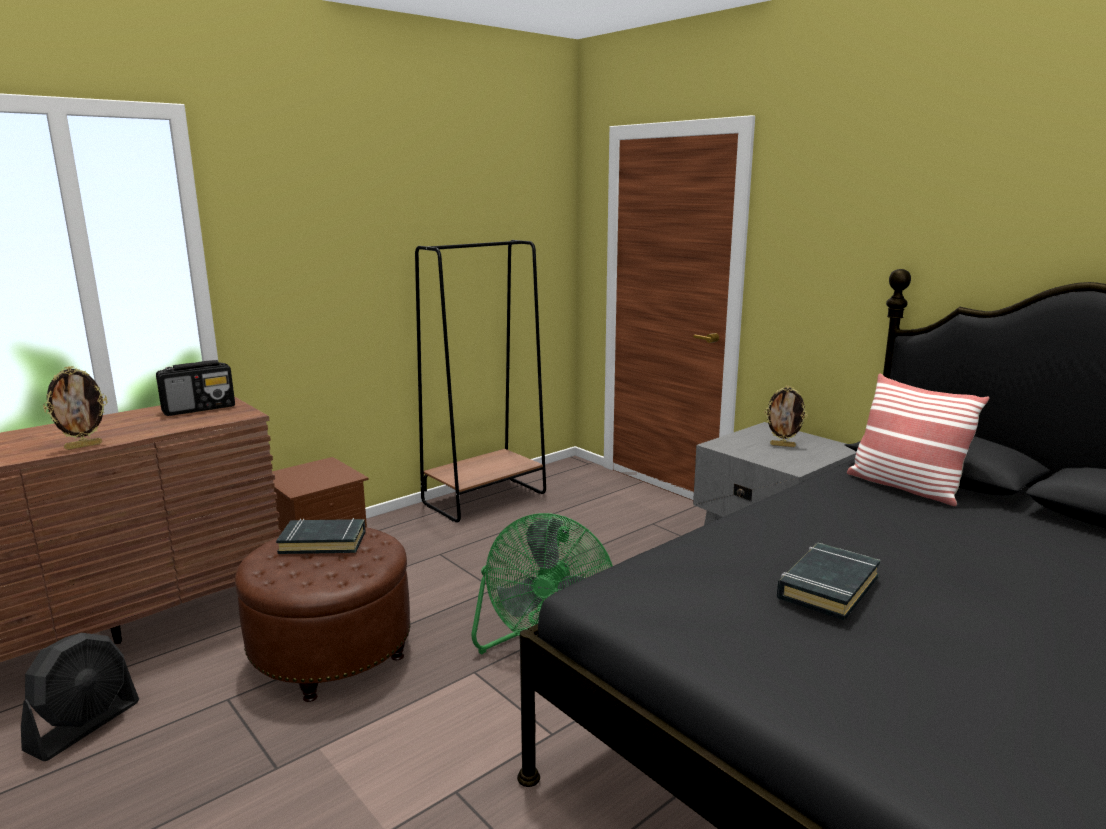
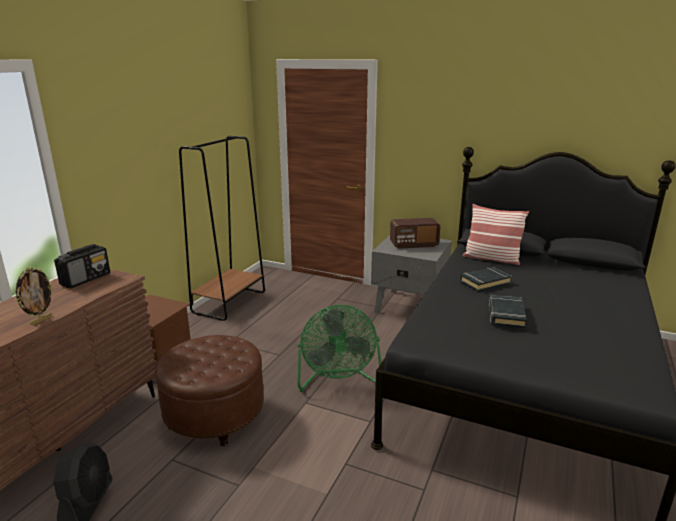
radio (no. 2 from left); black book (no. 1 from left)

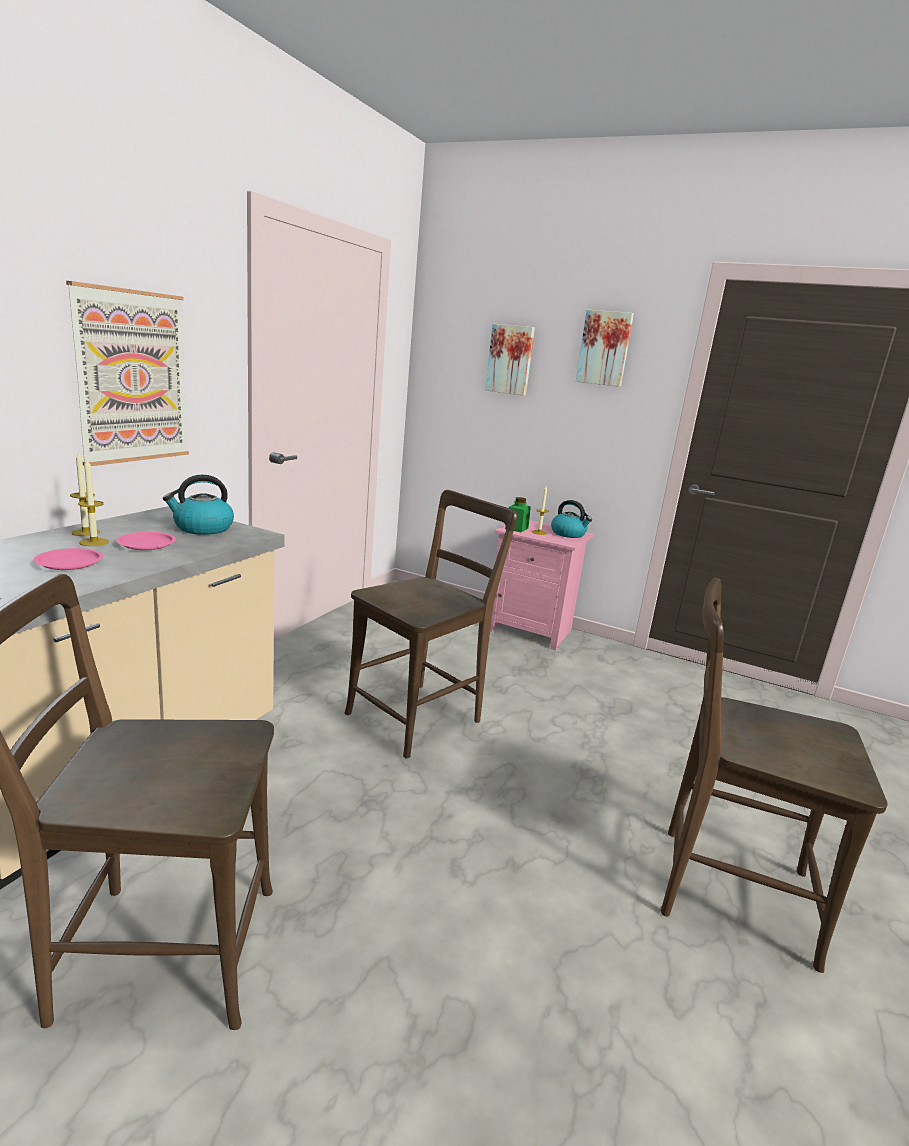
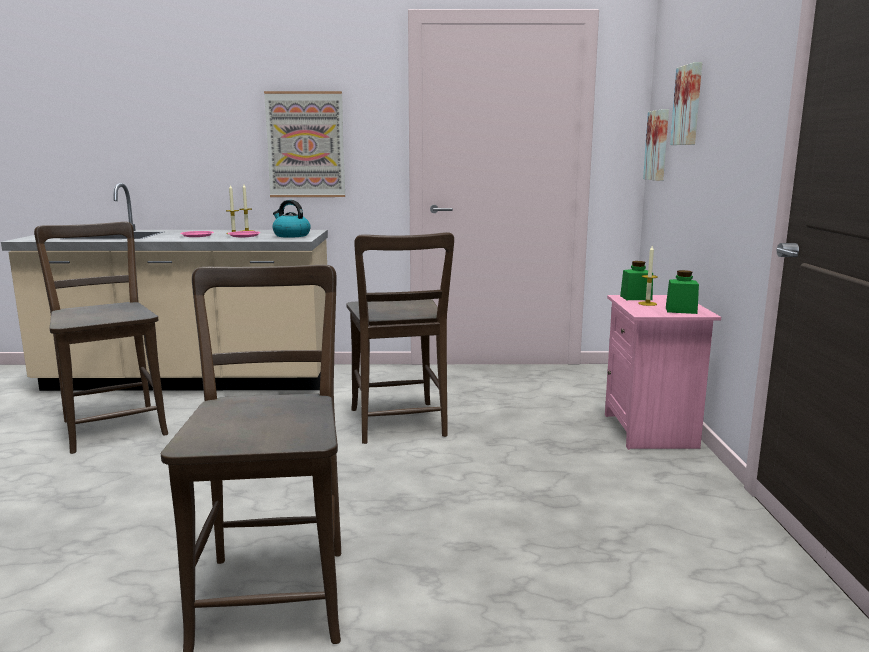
picture (no. 2 from left); brown chair (no. 3 from left); green jar (no. 2 from left)

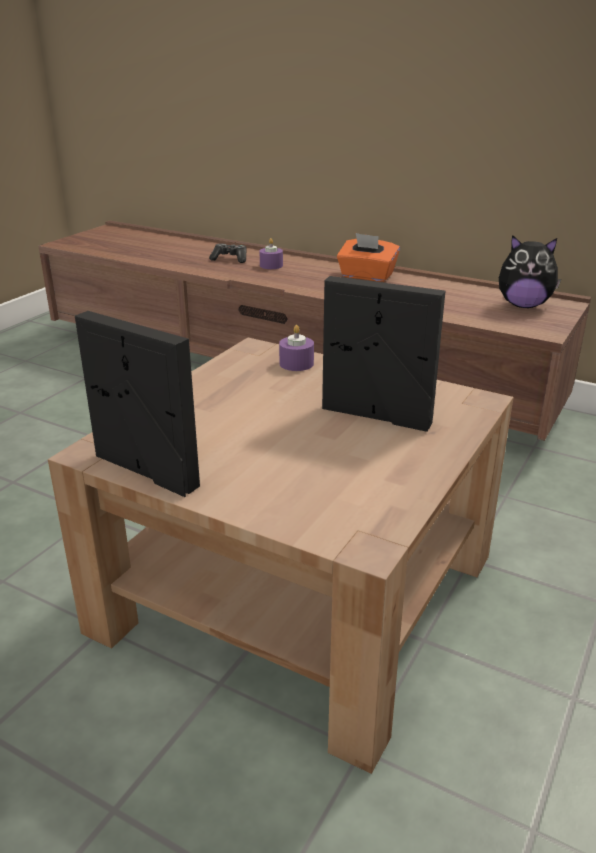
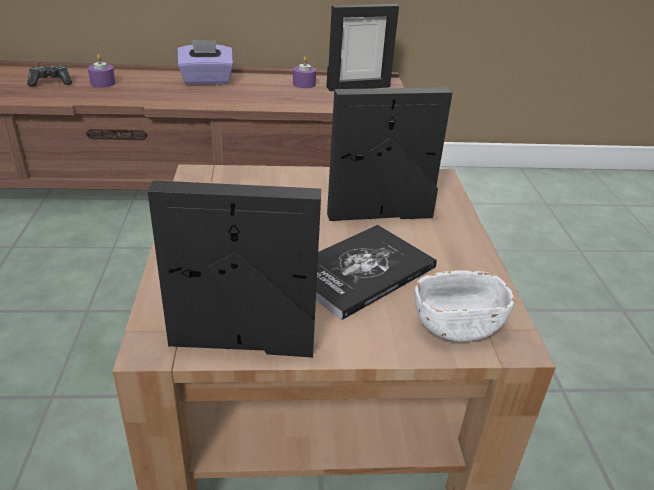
purple tissue box; picture frame (no. 2 from left); purple candle (no. 2 from left); book; white bowl

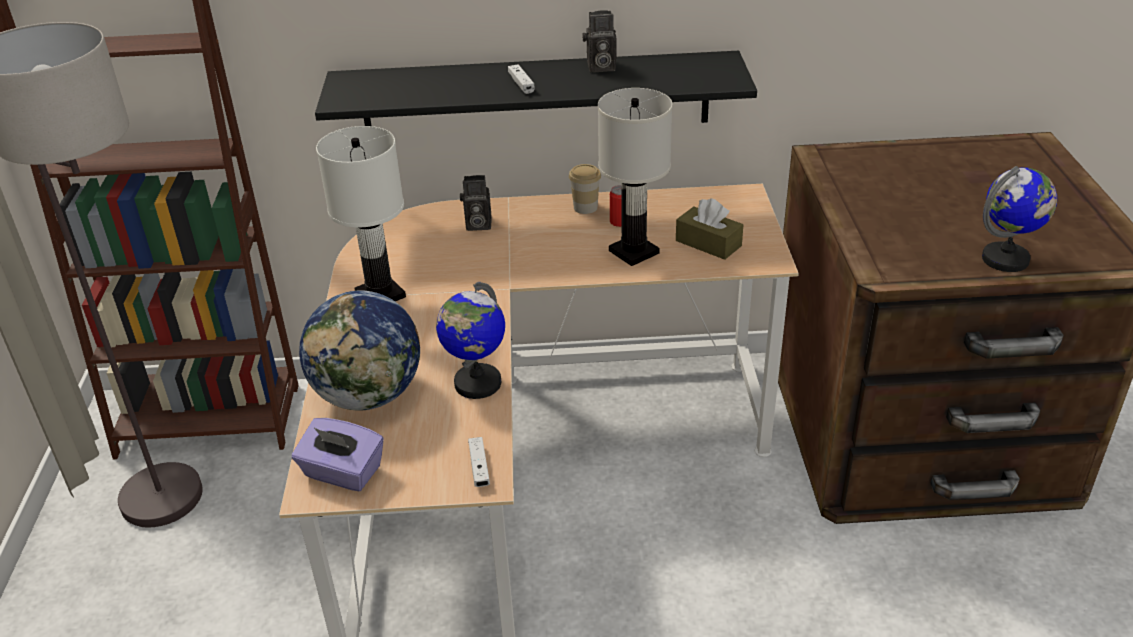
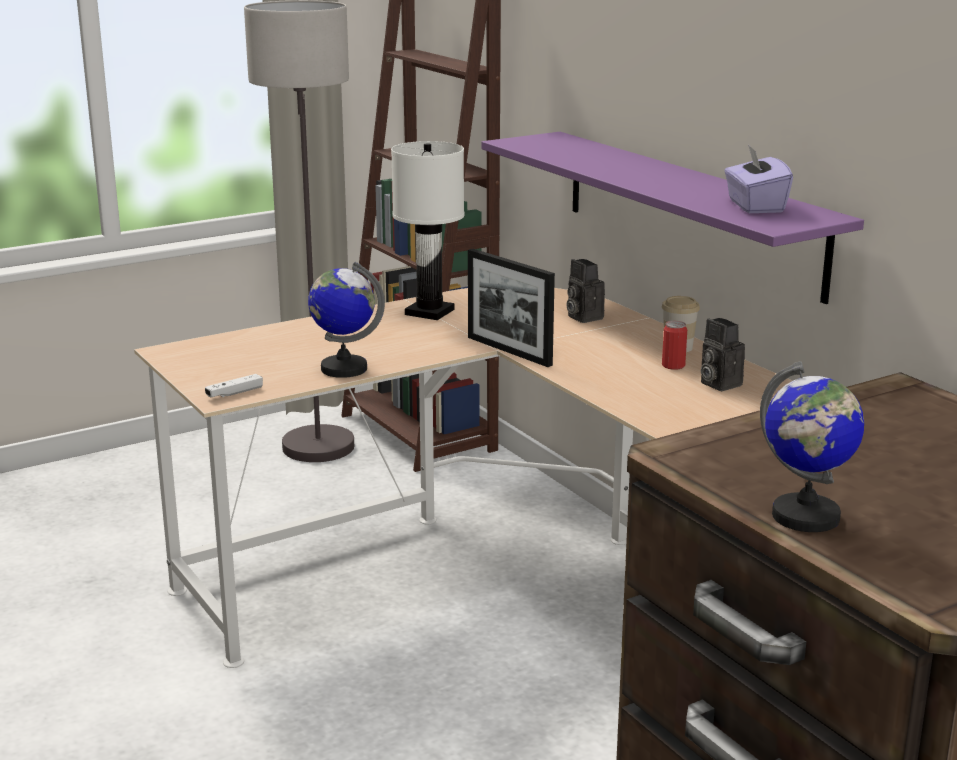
photo camera (no. 2 from left); purple shelf; white game controller (no. 2 from left in the first image); white table lamp (no. 2 from left in the first image); brown tissue box; globe (no. 1 from left in the first image); purple tissue box; picture frame

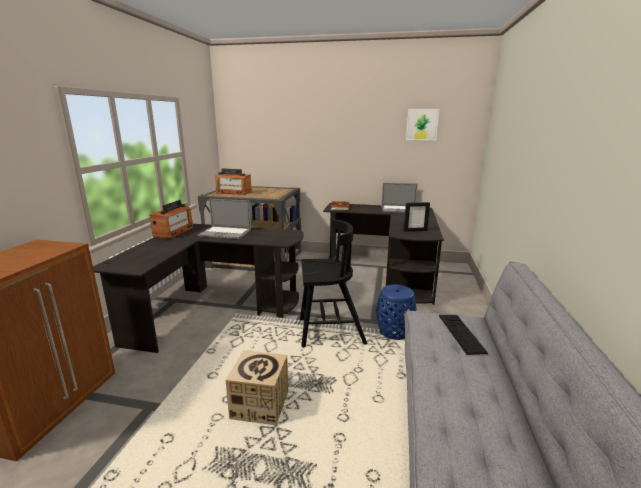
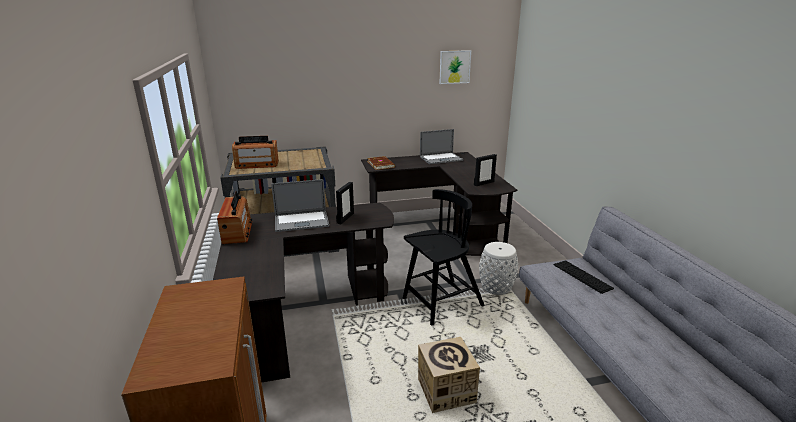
white stool; picture frame (no. 1 from left)

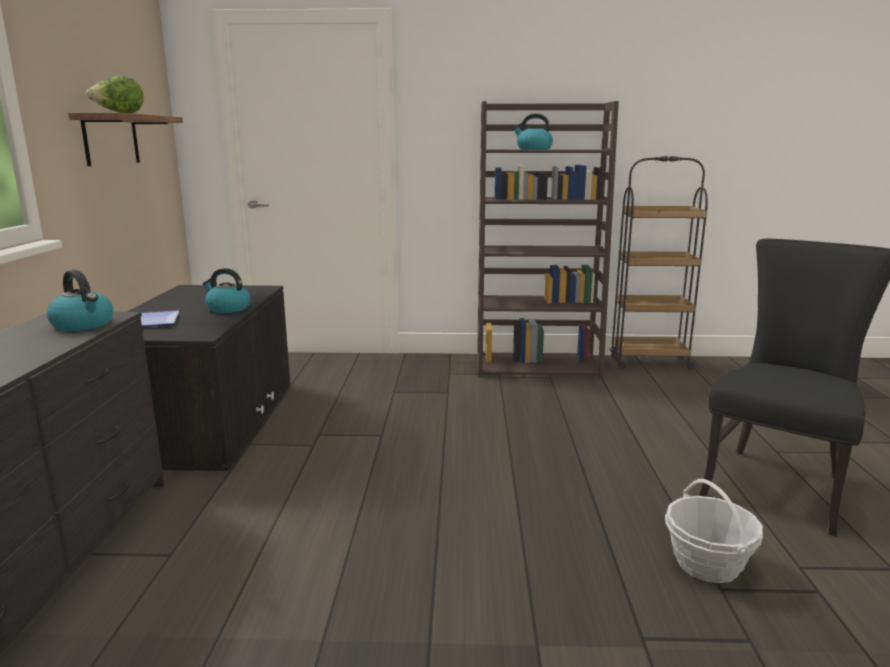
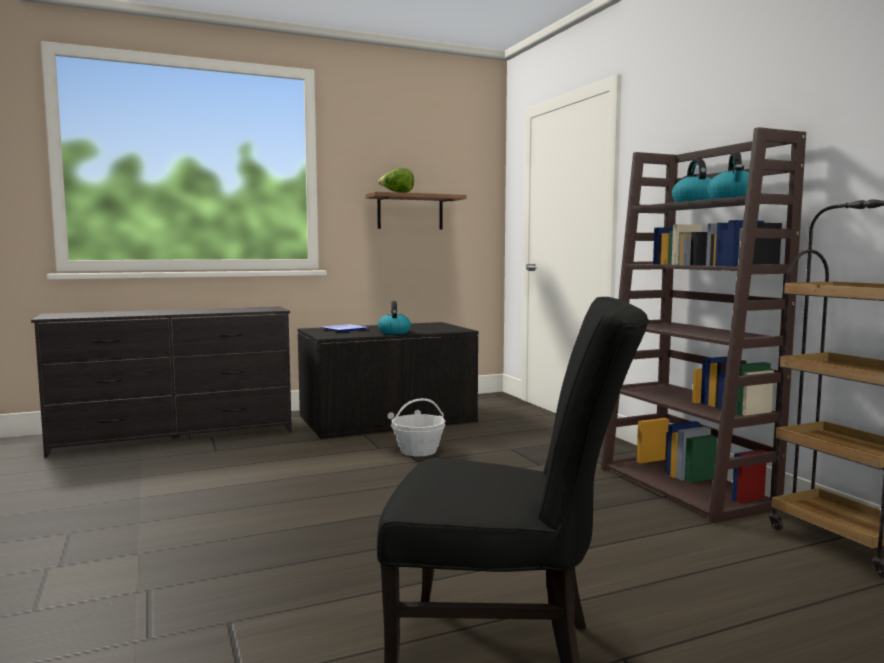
kettle (no. 3 from left); basket

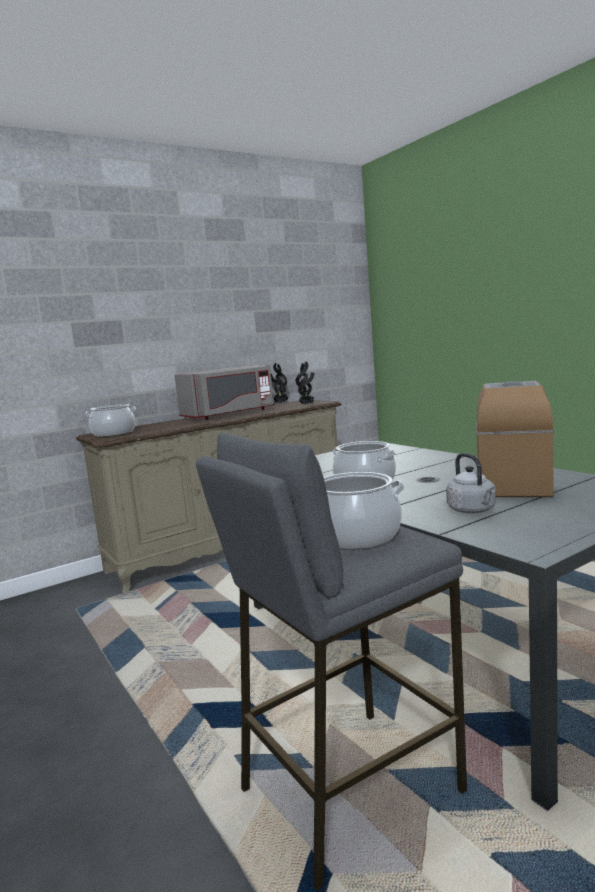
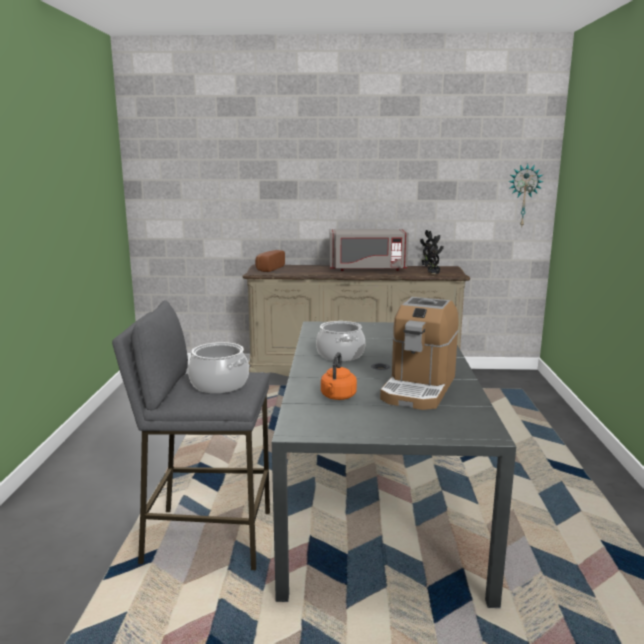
coffee machine; bread; orange kettle; wall clock

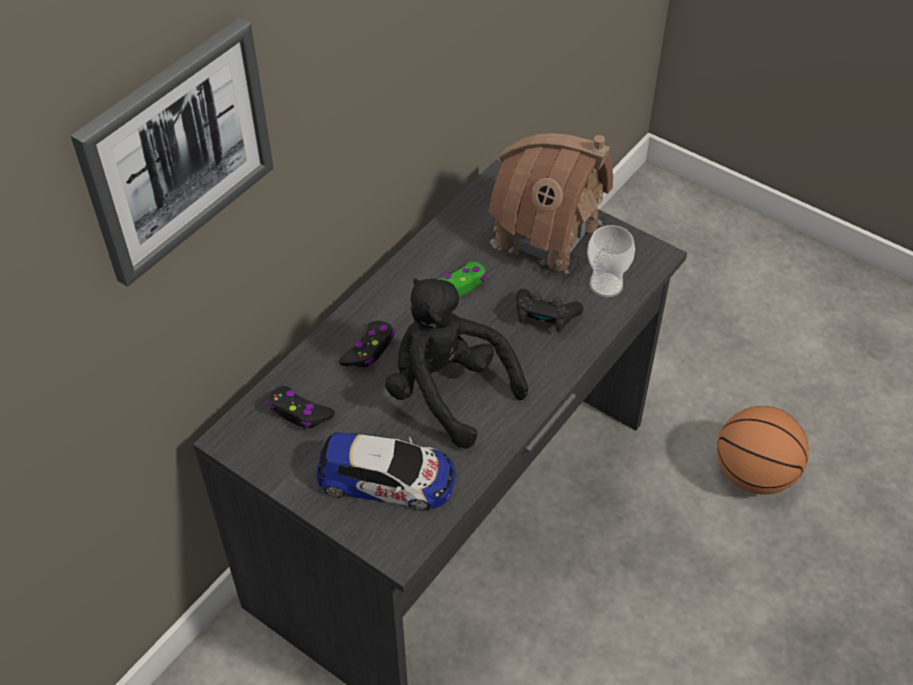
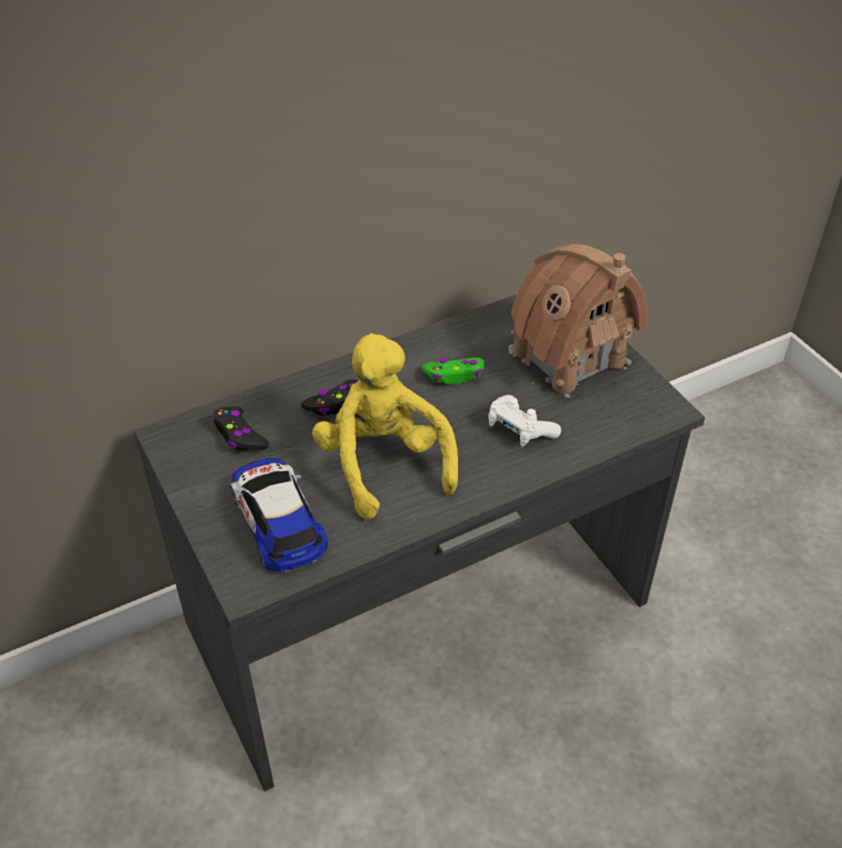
picture; cup; yellow plush toy; white game controller; basketball; toy car

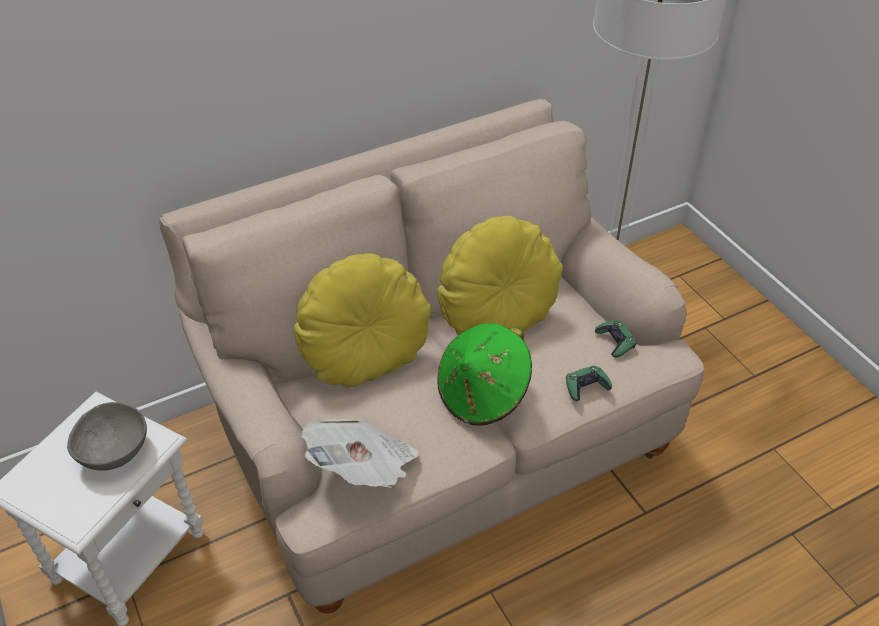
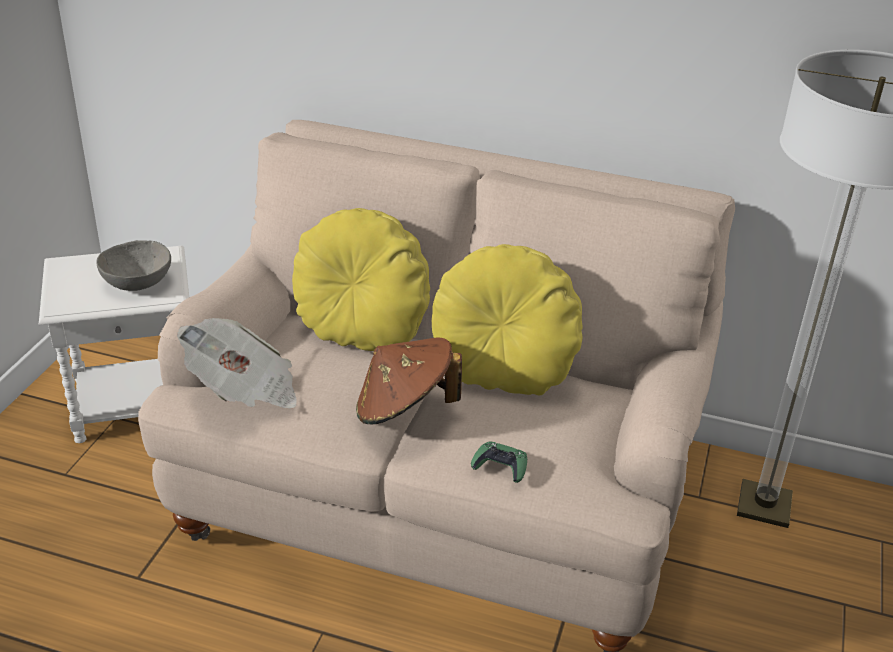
green game controller (no. 2 from left in the first image); brown hat

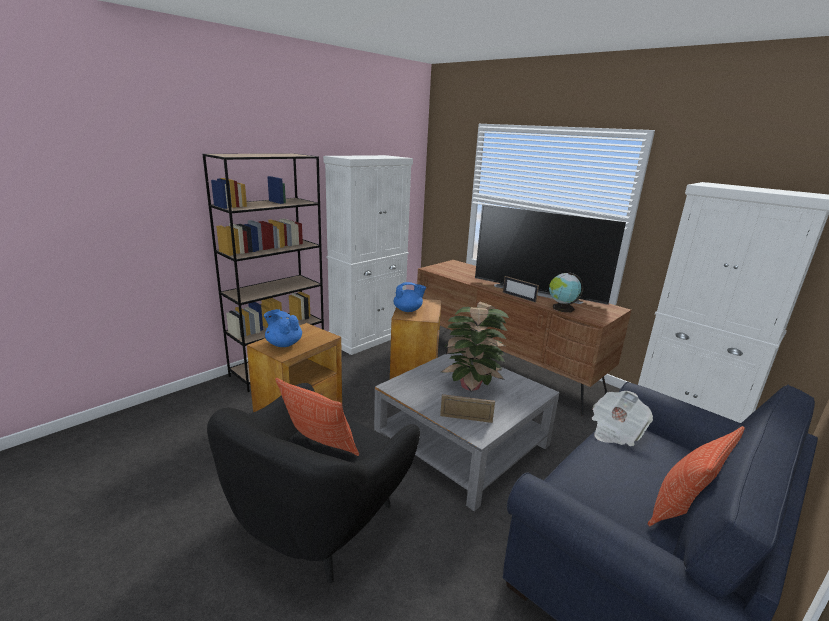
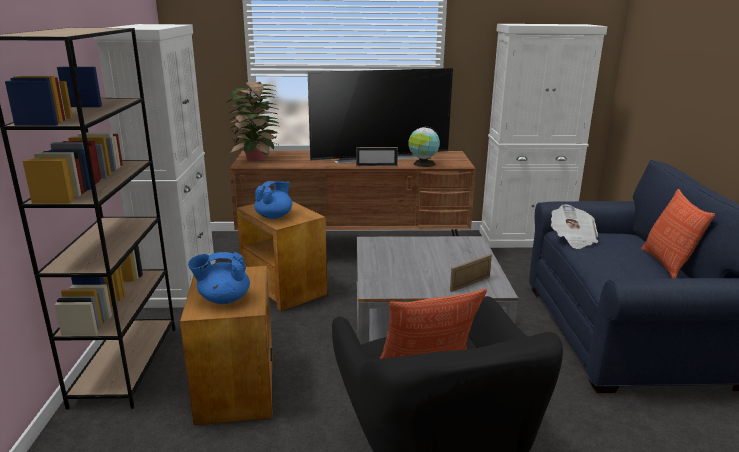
potted plant

